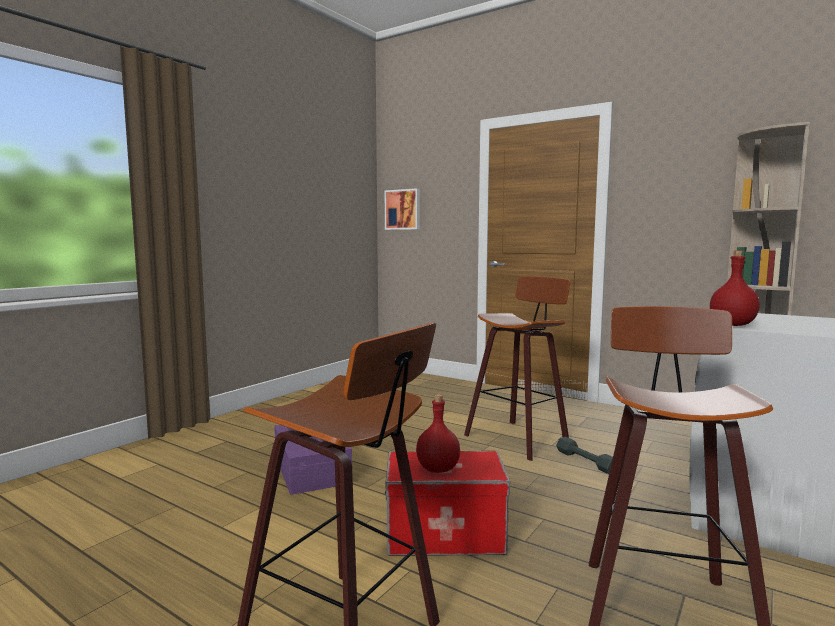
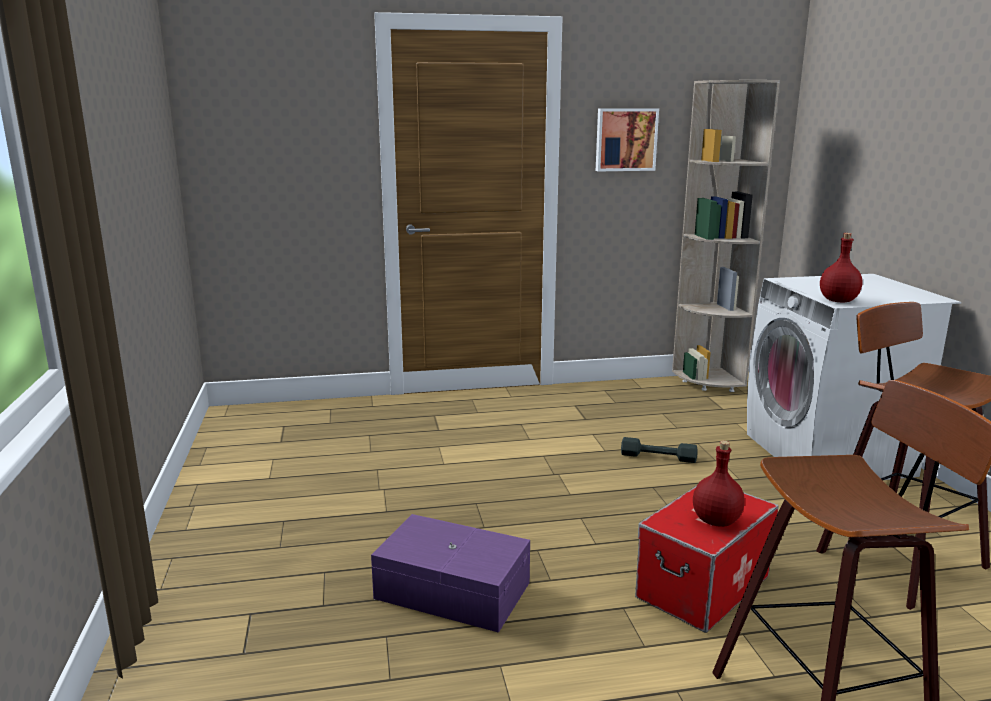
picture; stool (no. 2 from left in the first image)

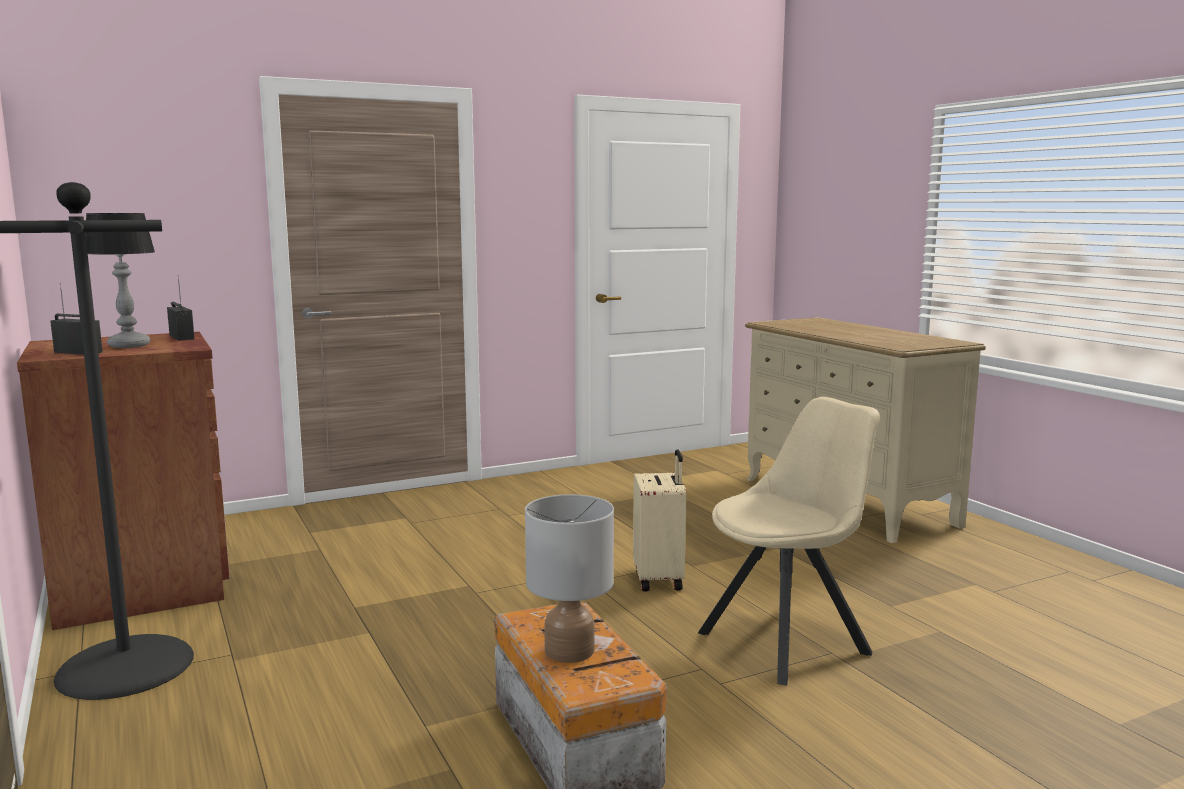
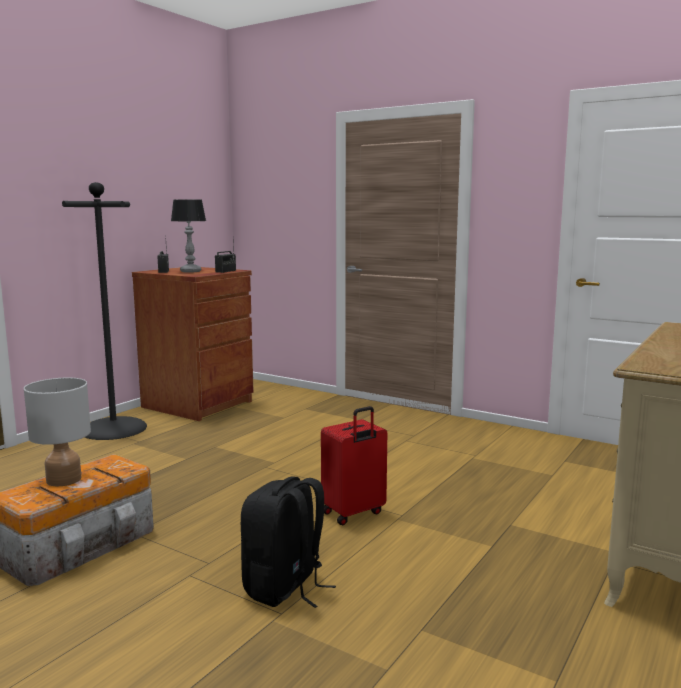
black backpack; red suitcase

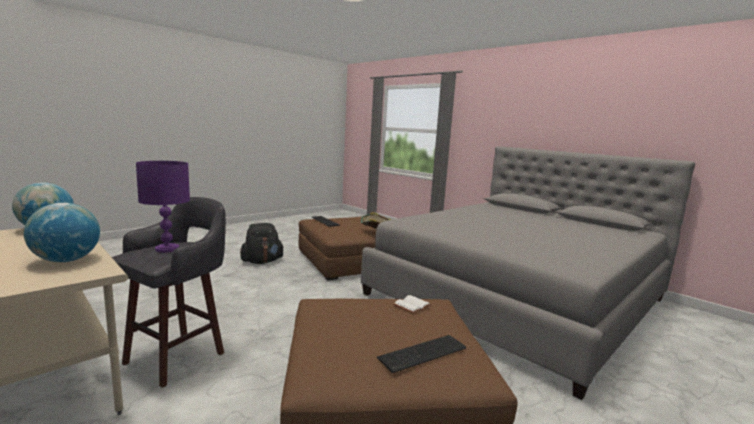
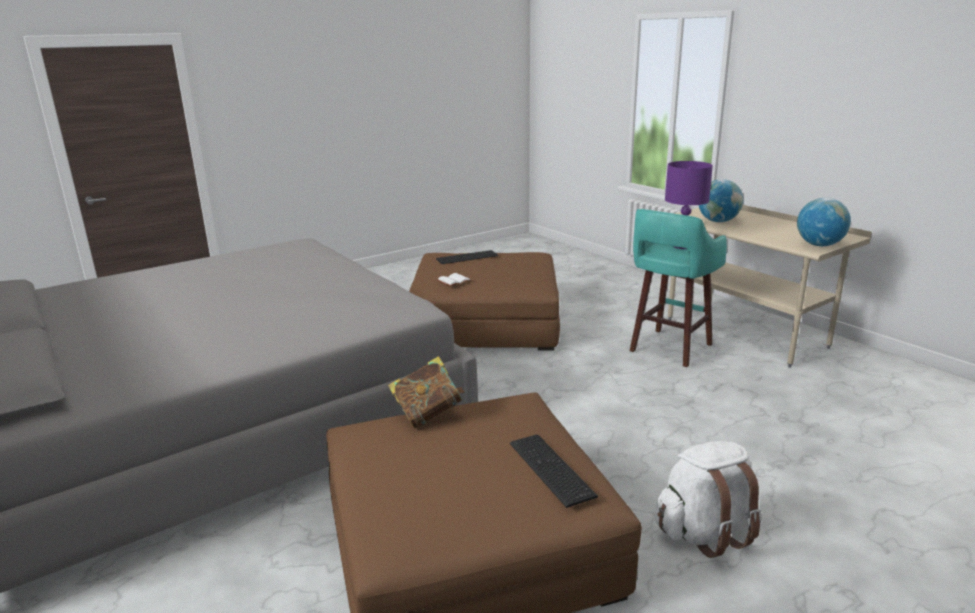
turquoise stool; white backpack

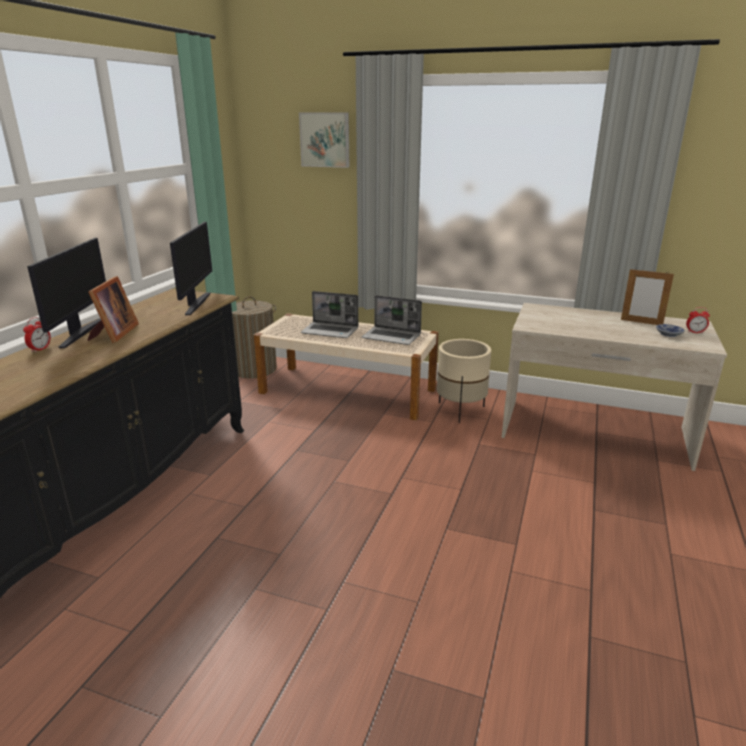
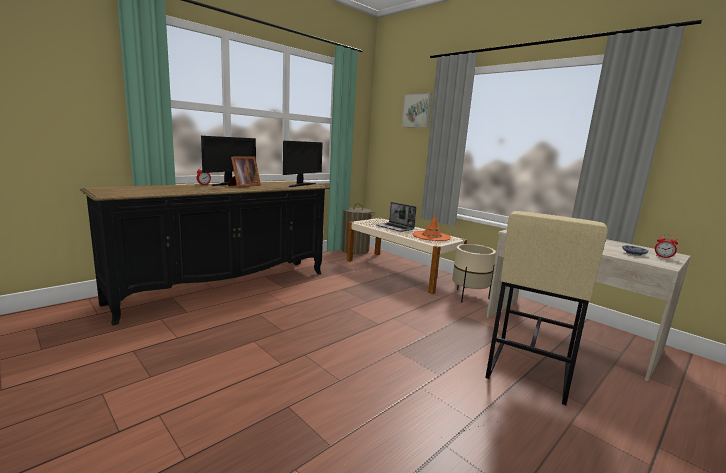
picture frame (no. 2 from left in the first image); orange hat; beige stool

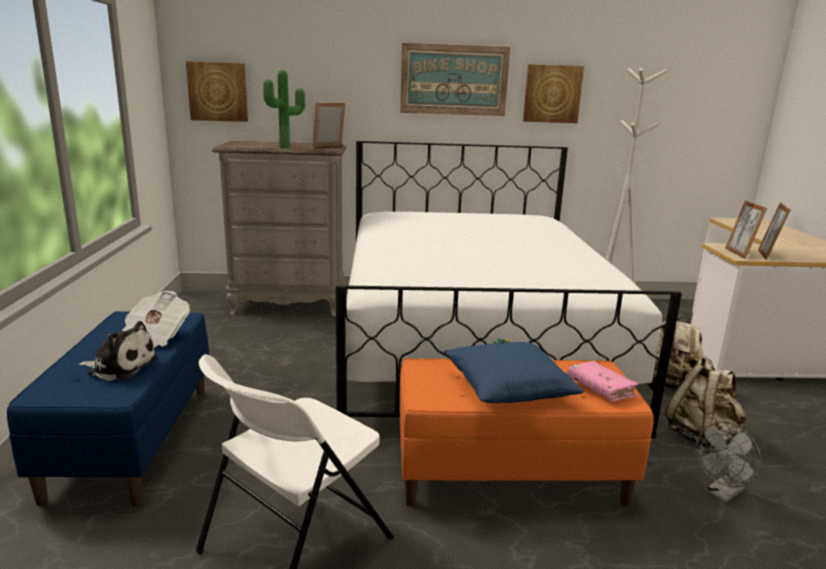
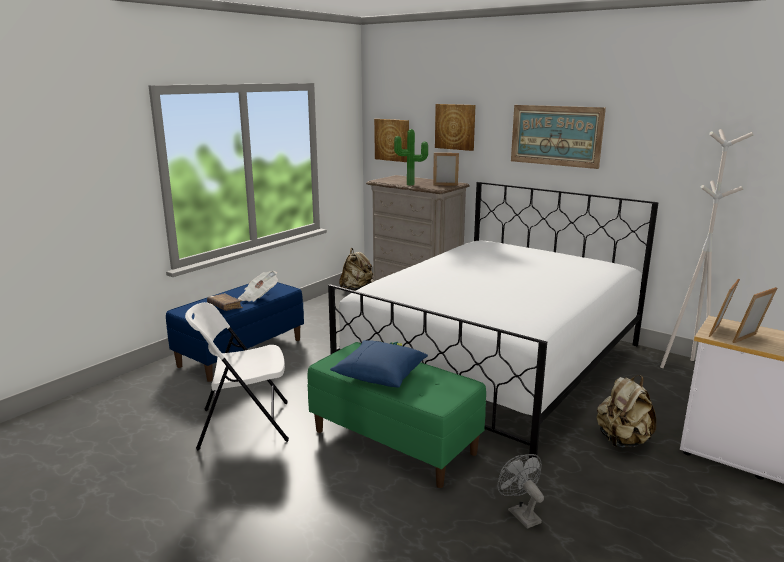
picture (no. 2 from left); brown book; beige backpack (no. 1 from left); green bench; pink book; grey fan

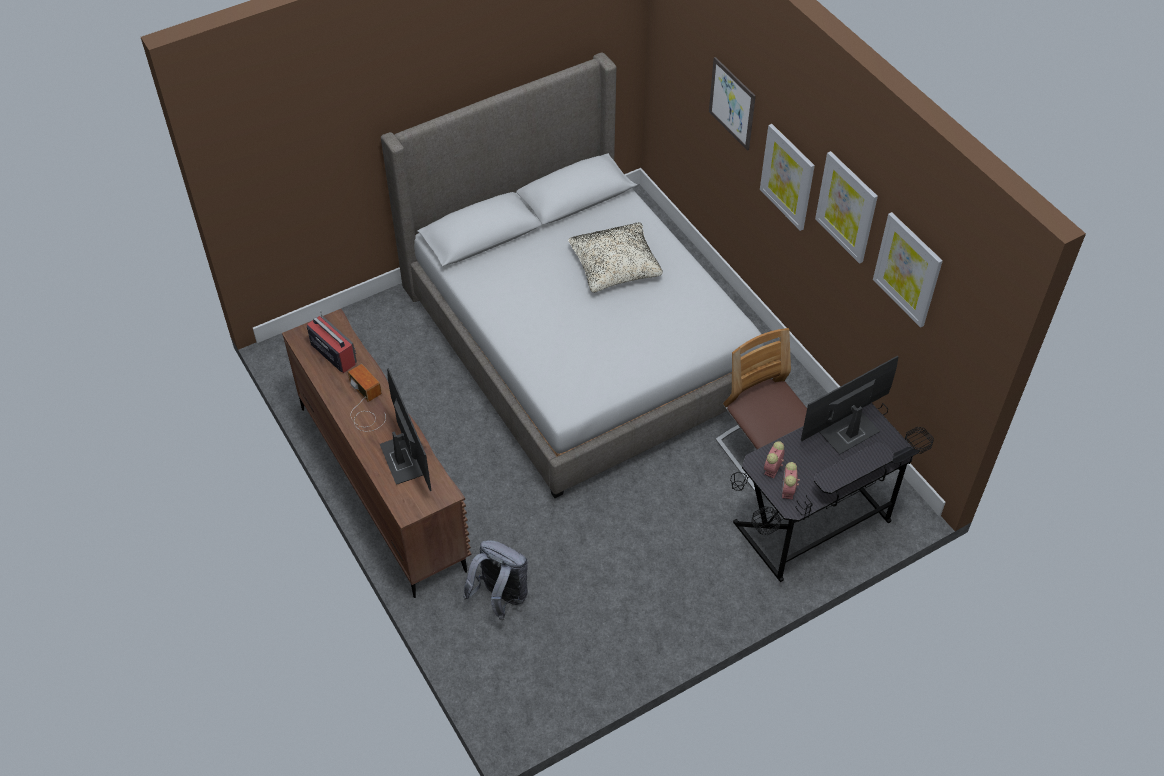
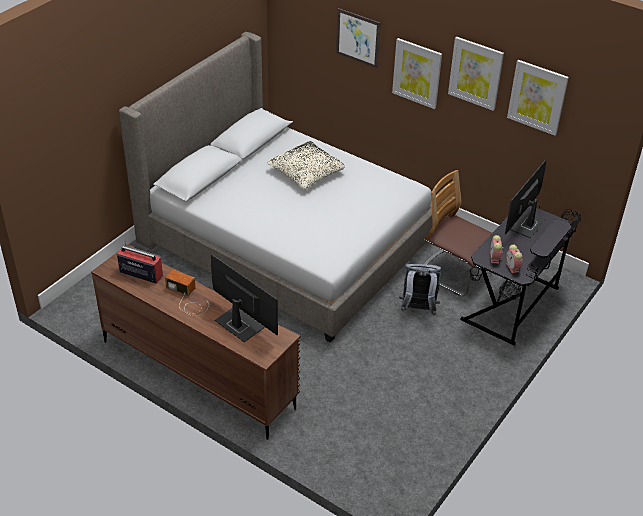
grey backpack

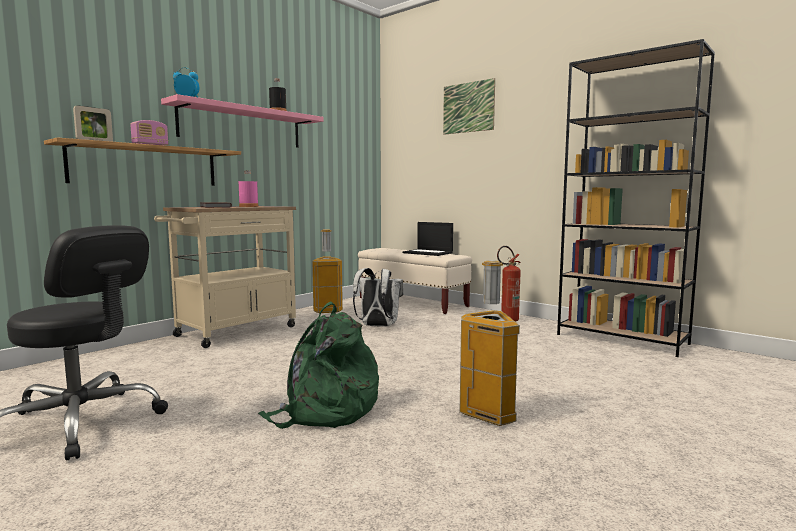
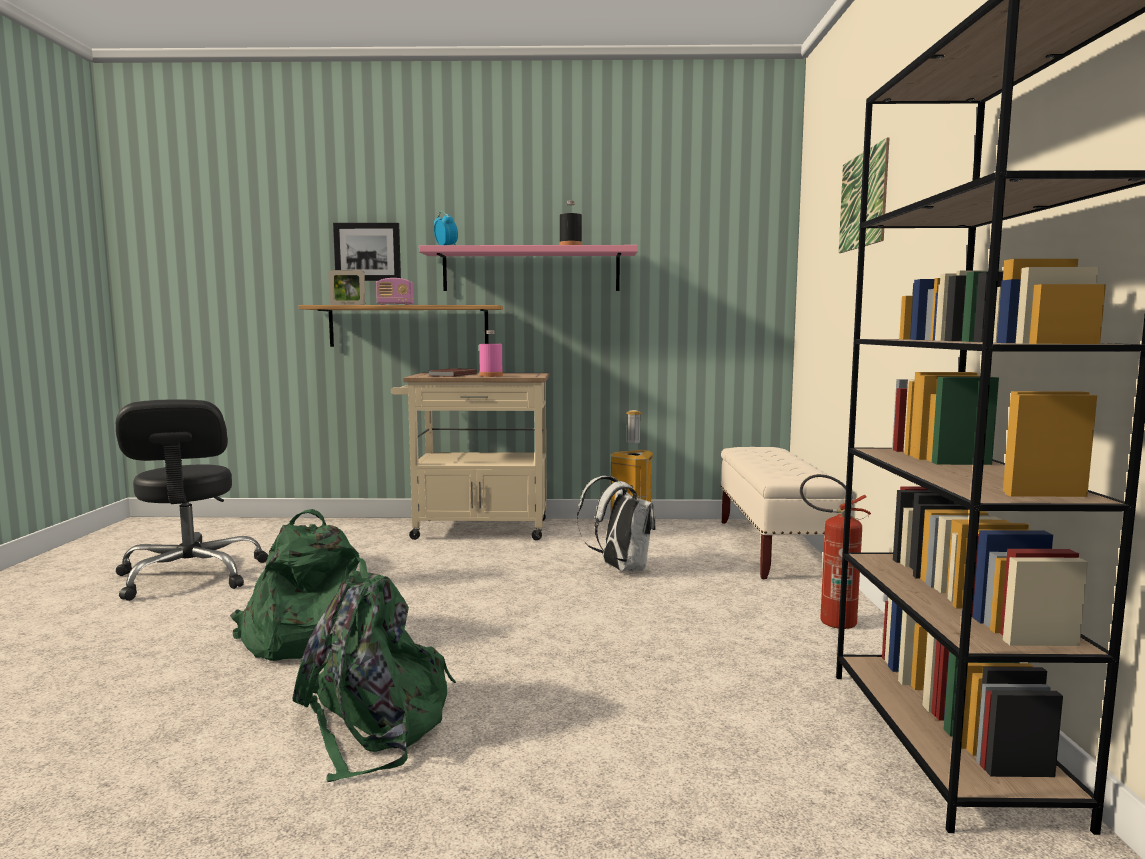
laptop; green backpack (no. 2 from left); picture (no. 1 from left)

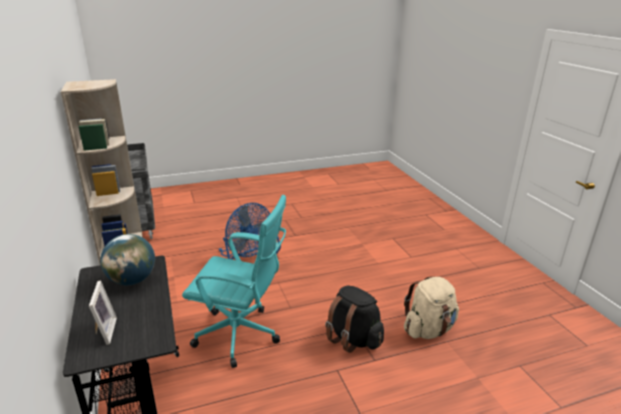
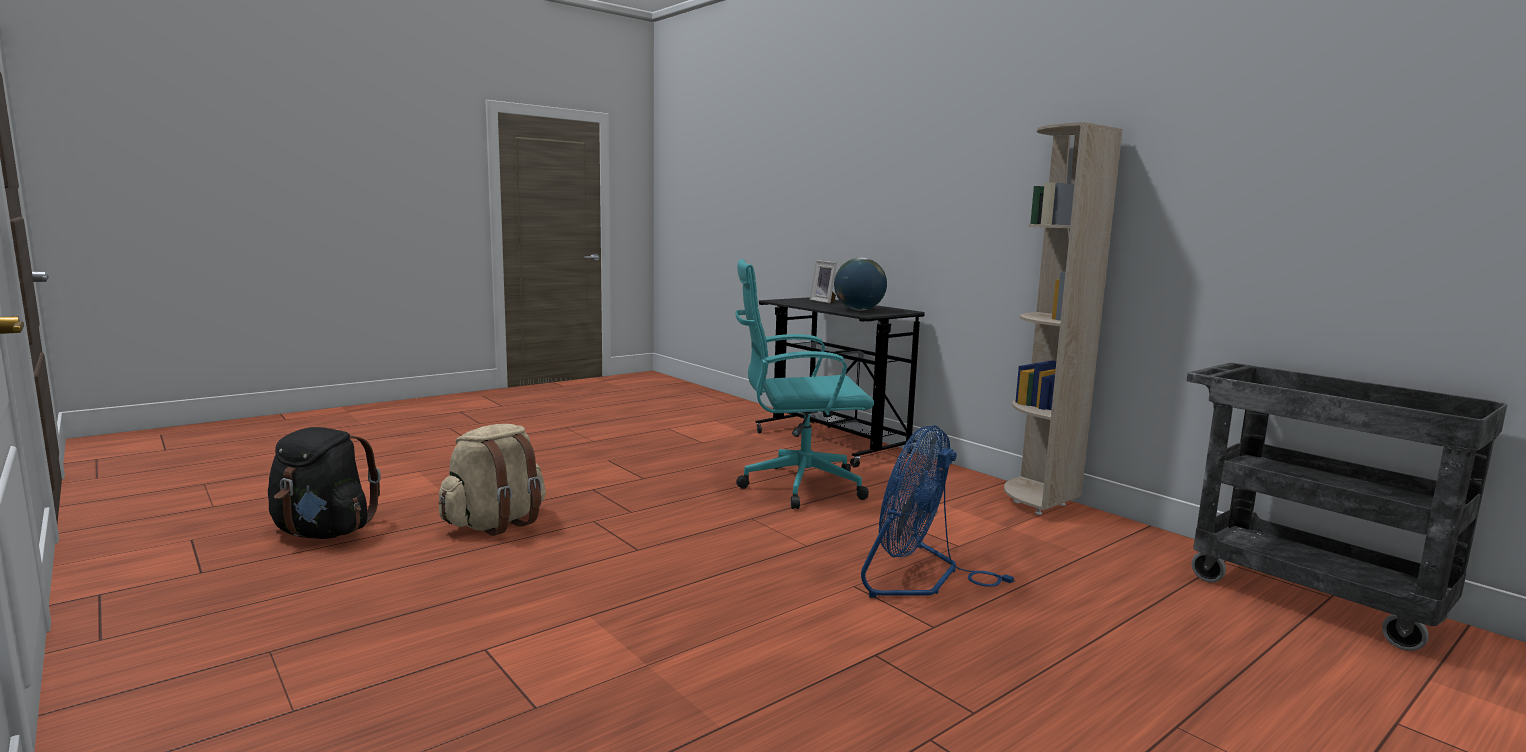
black backpack

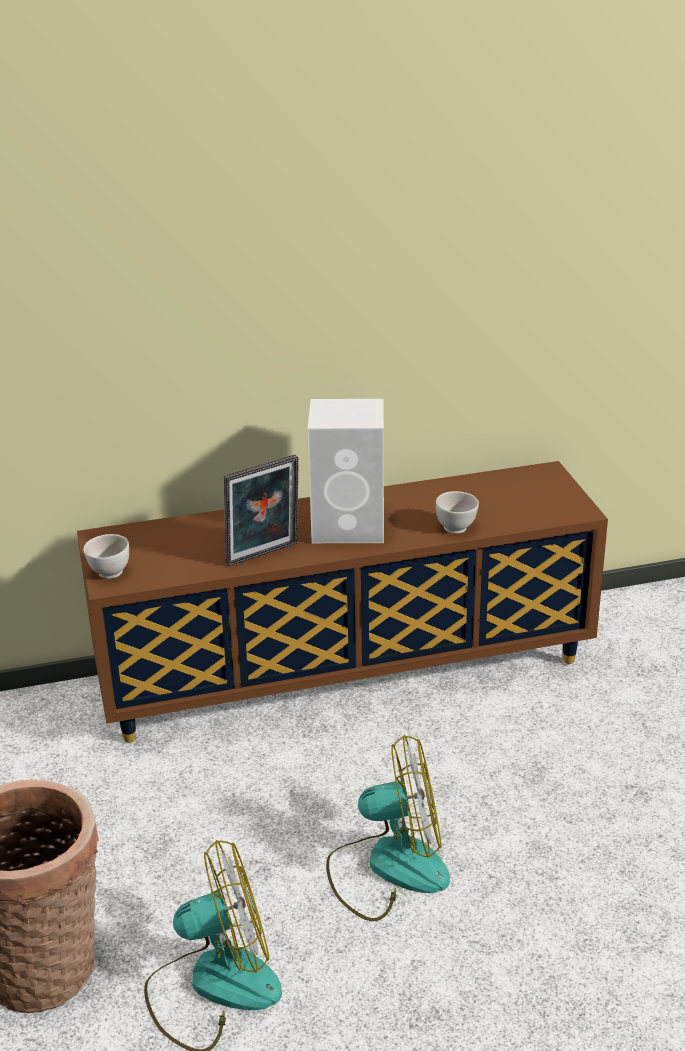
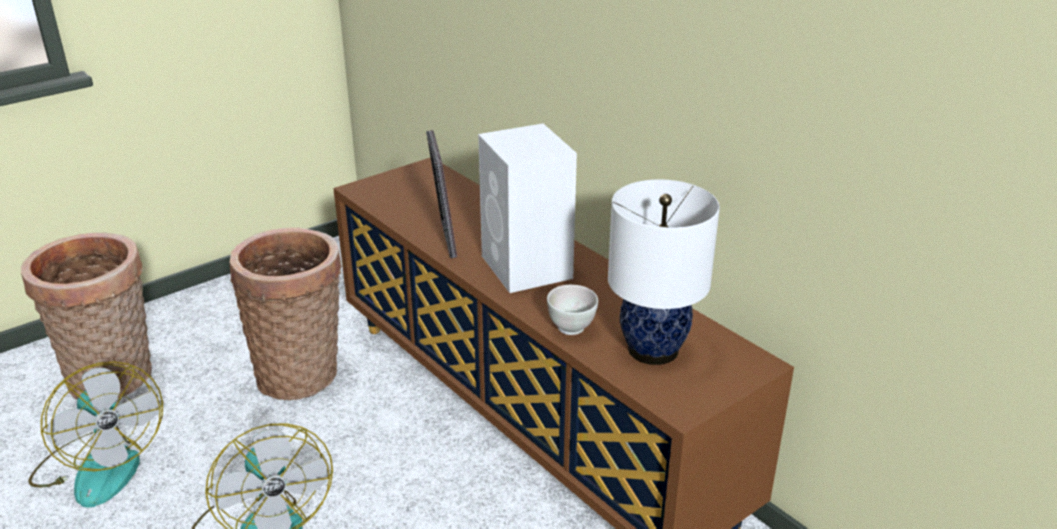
picture frame; white bowl (no. 1 from left in the first image); white table lamp; basket (no. 2 from left)

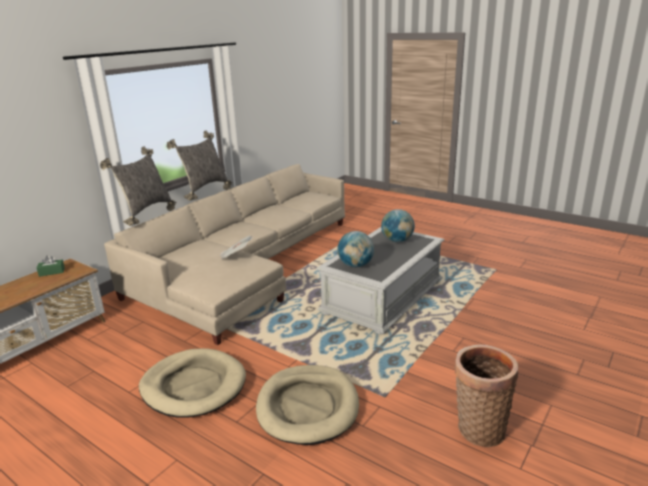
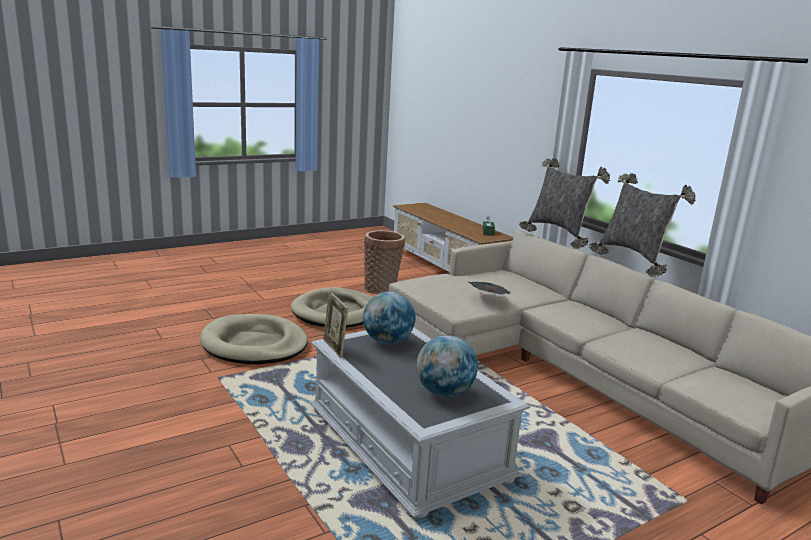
basket; picture frame

